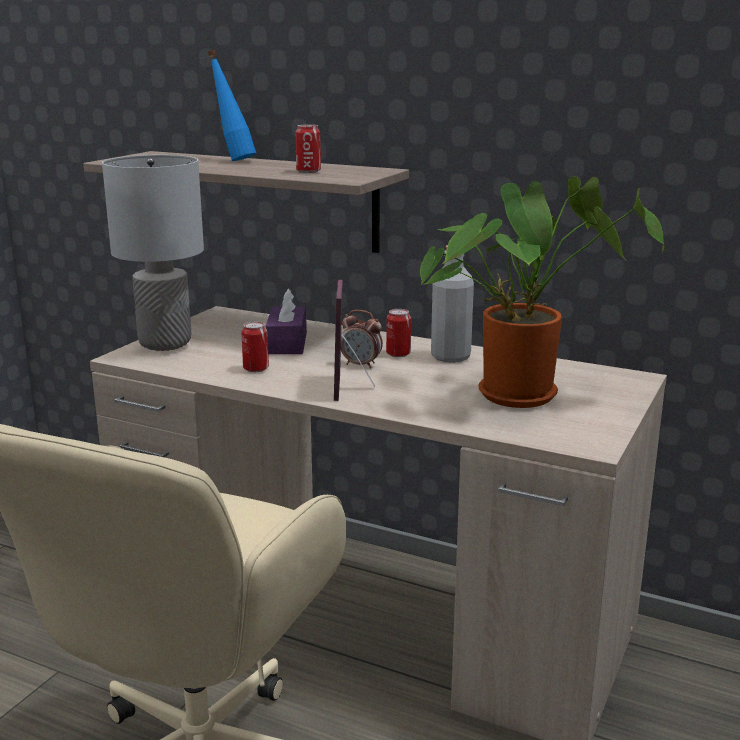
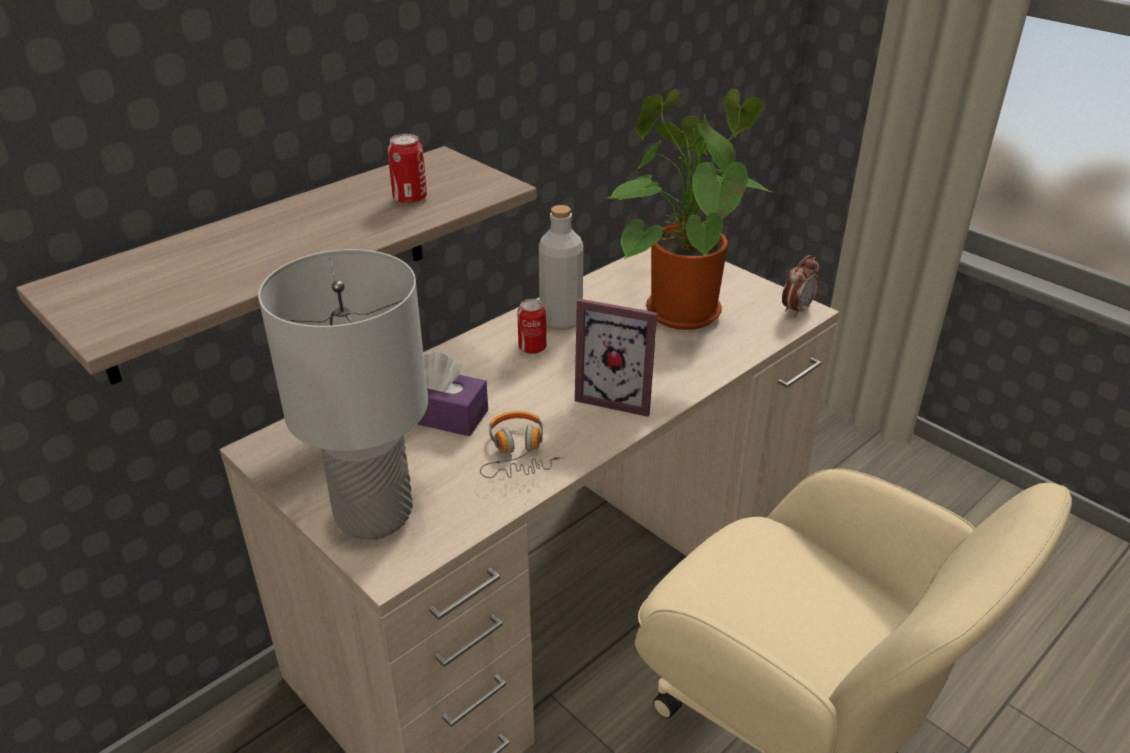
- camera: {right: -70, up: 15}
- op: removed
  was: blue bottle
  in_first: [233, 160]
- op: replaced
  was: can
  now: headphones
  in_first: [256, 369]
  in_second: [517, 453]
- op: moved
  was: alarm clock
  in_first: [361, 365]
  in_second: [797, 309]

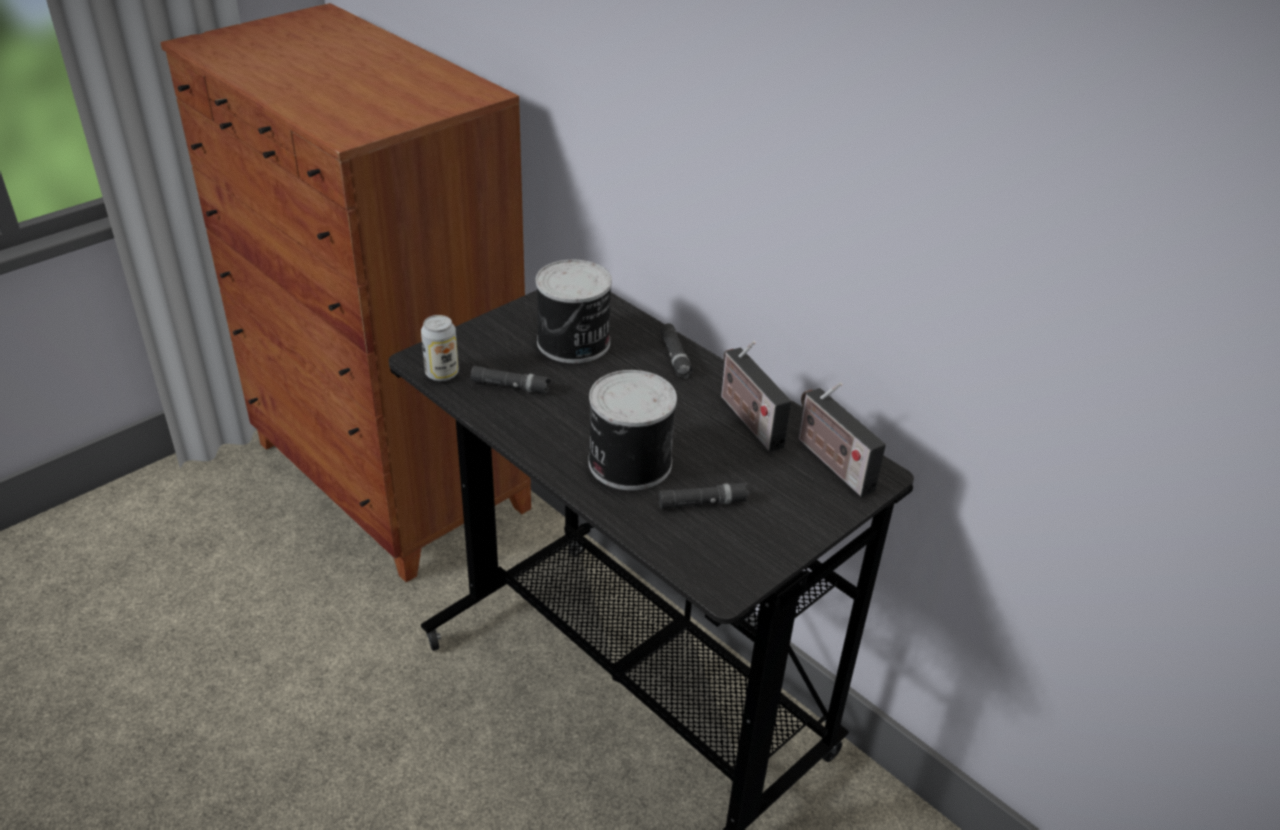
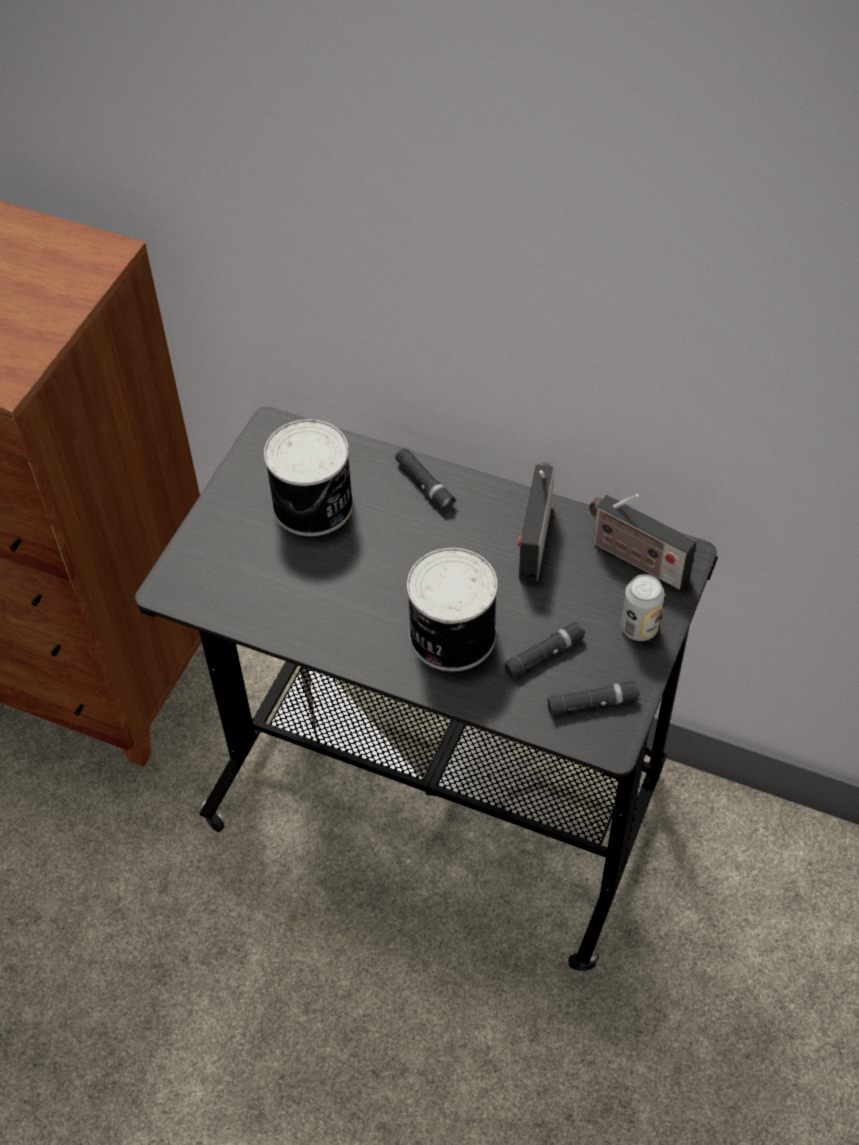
- camera: {right: -20, up: 15}
- op: moved
  was: can
  in_first: [442, 374]
  in_second: [639, 628]
- op: moved
  was: black flashlight
  in_first: [510, 386]
  in_second: [592, 703]
- op: turned
  was: radio
  in_first: [747, 419]
  in_second: [534, 537]
  clockwise: 60

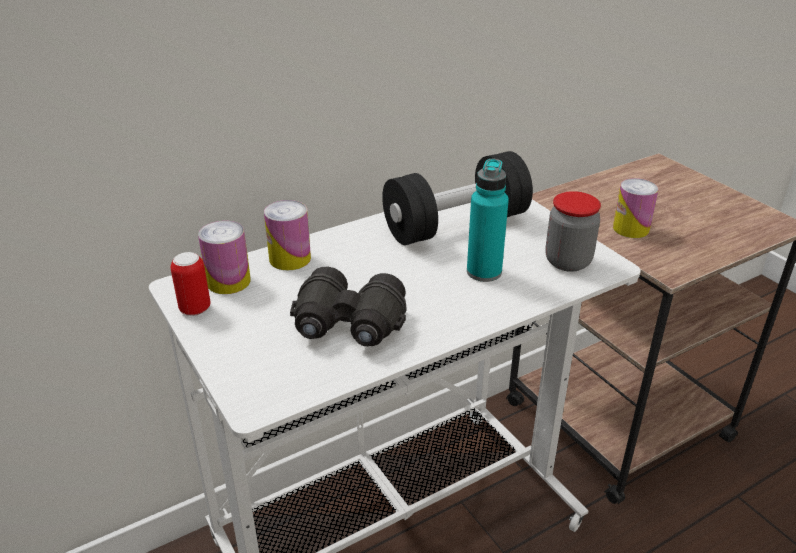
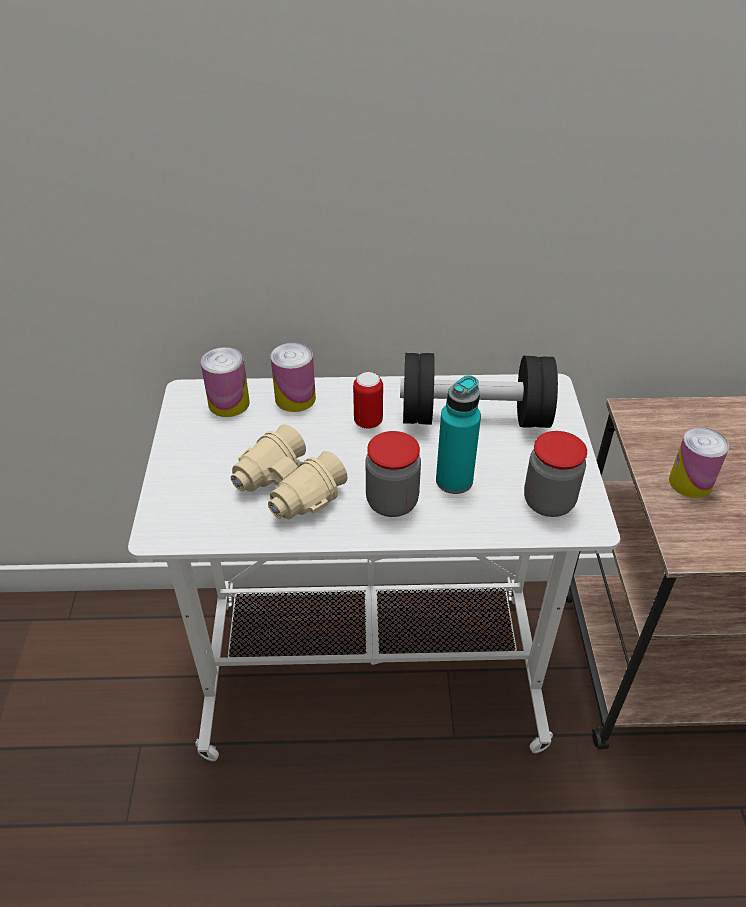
- camera: {right: 30, up: 10}
- op: moved
  was: can
  in_first: [195, 309]
  in_second: [368, 421]
- op: recoloured
  was: black binoculars
  now: beige binoculars
  in_first: [349, 326]
  in_second: [287, 489]
- op: added
  now: jar
  in_second: [392, 502]

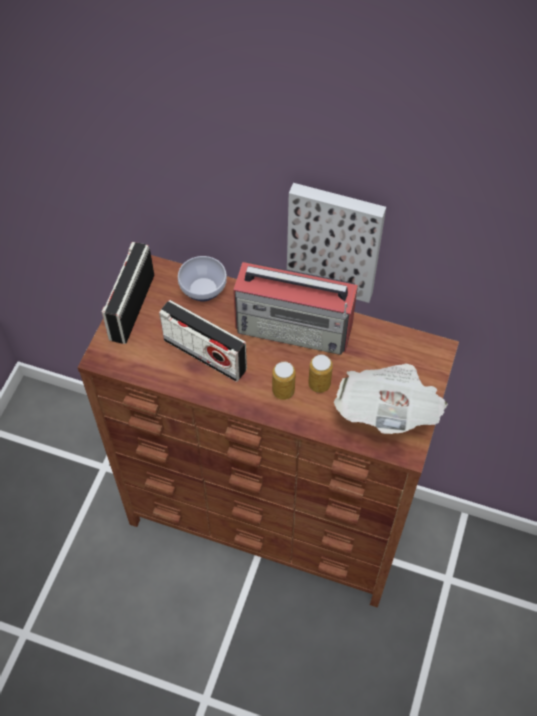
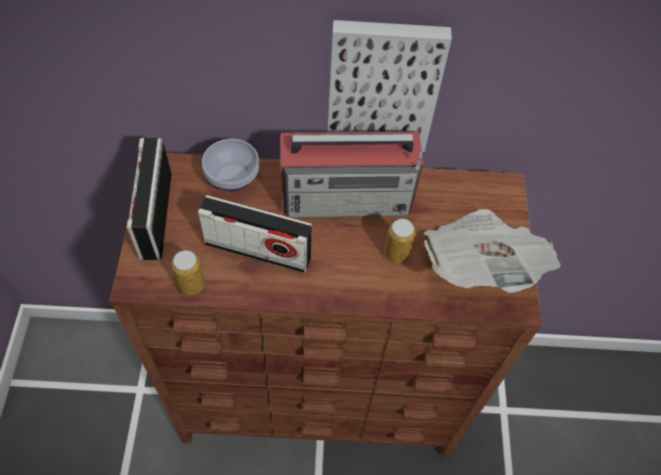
- camera: {right: -20, up: 0}
- op: moved
  was: can
  in_first: [283, 391]
  in_second: [191, 285]

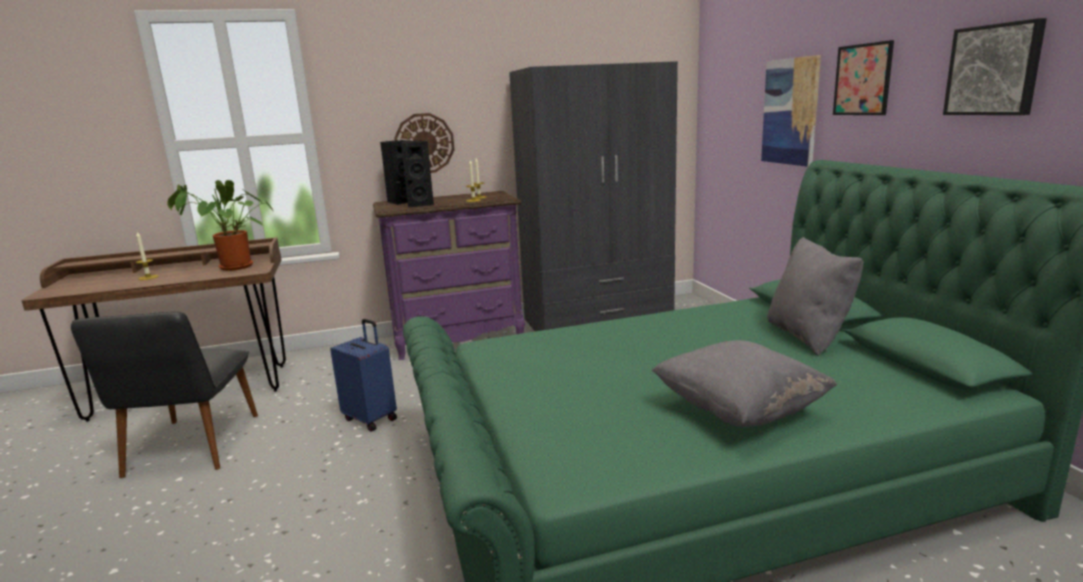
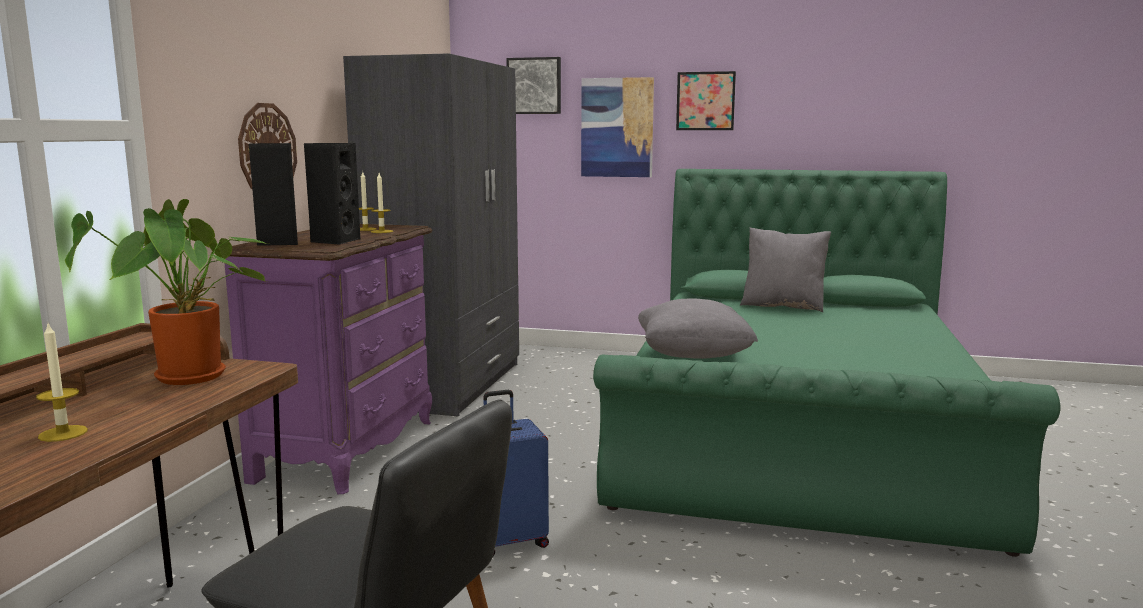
- camera: {right: -60, up: -5}
- op: moved
  was: grey pillow
  in_first: [738, 411]
  in_second: [693, 356]
- op: moved
  was: picture
  in_first: [994, 70]
  in_second: [534, 86]

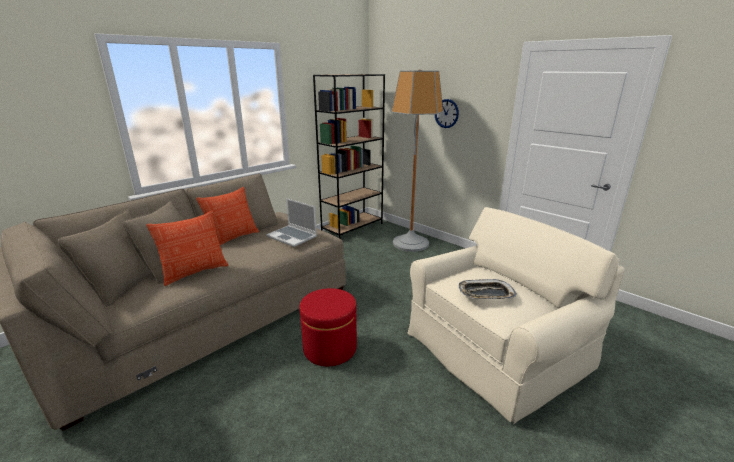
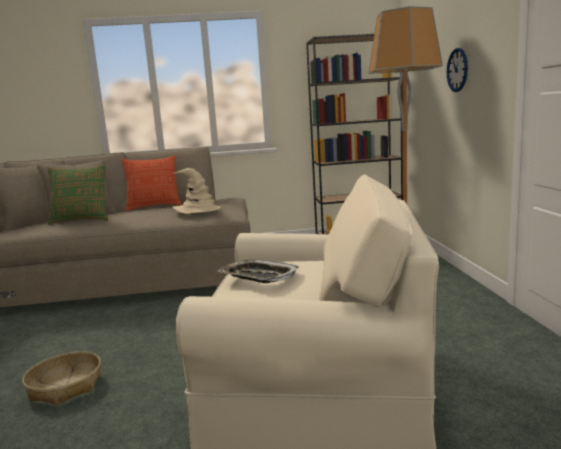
- camera: {right: 40, up: -10}
- op: recoloured
  was: orange pillow
  now: green pillow
  in_first: [195, 272]
  in_second: [81, 221]
- op: replaced
  was: laptop
  now: beige hat
  in_first: [293, 237]
  in_second: [197, 210]
- op: removed
  was: red ottoman
  in_first: [330, 348]
- op: added
  now: basket
  in_second: [65, 387]

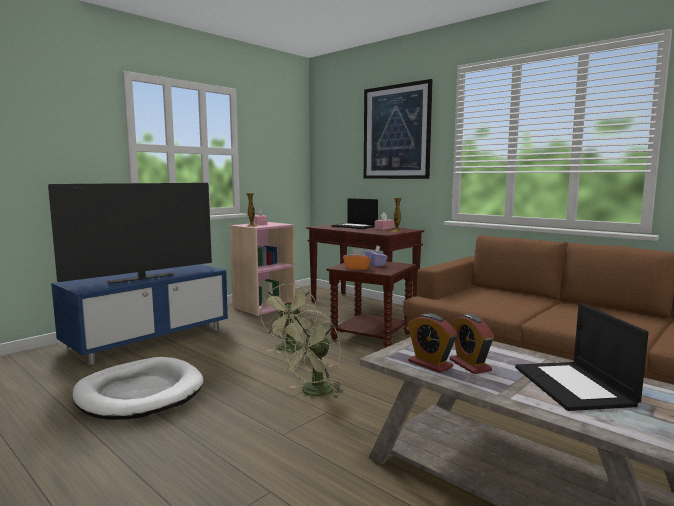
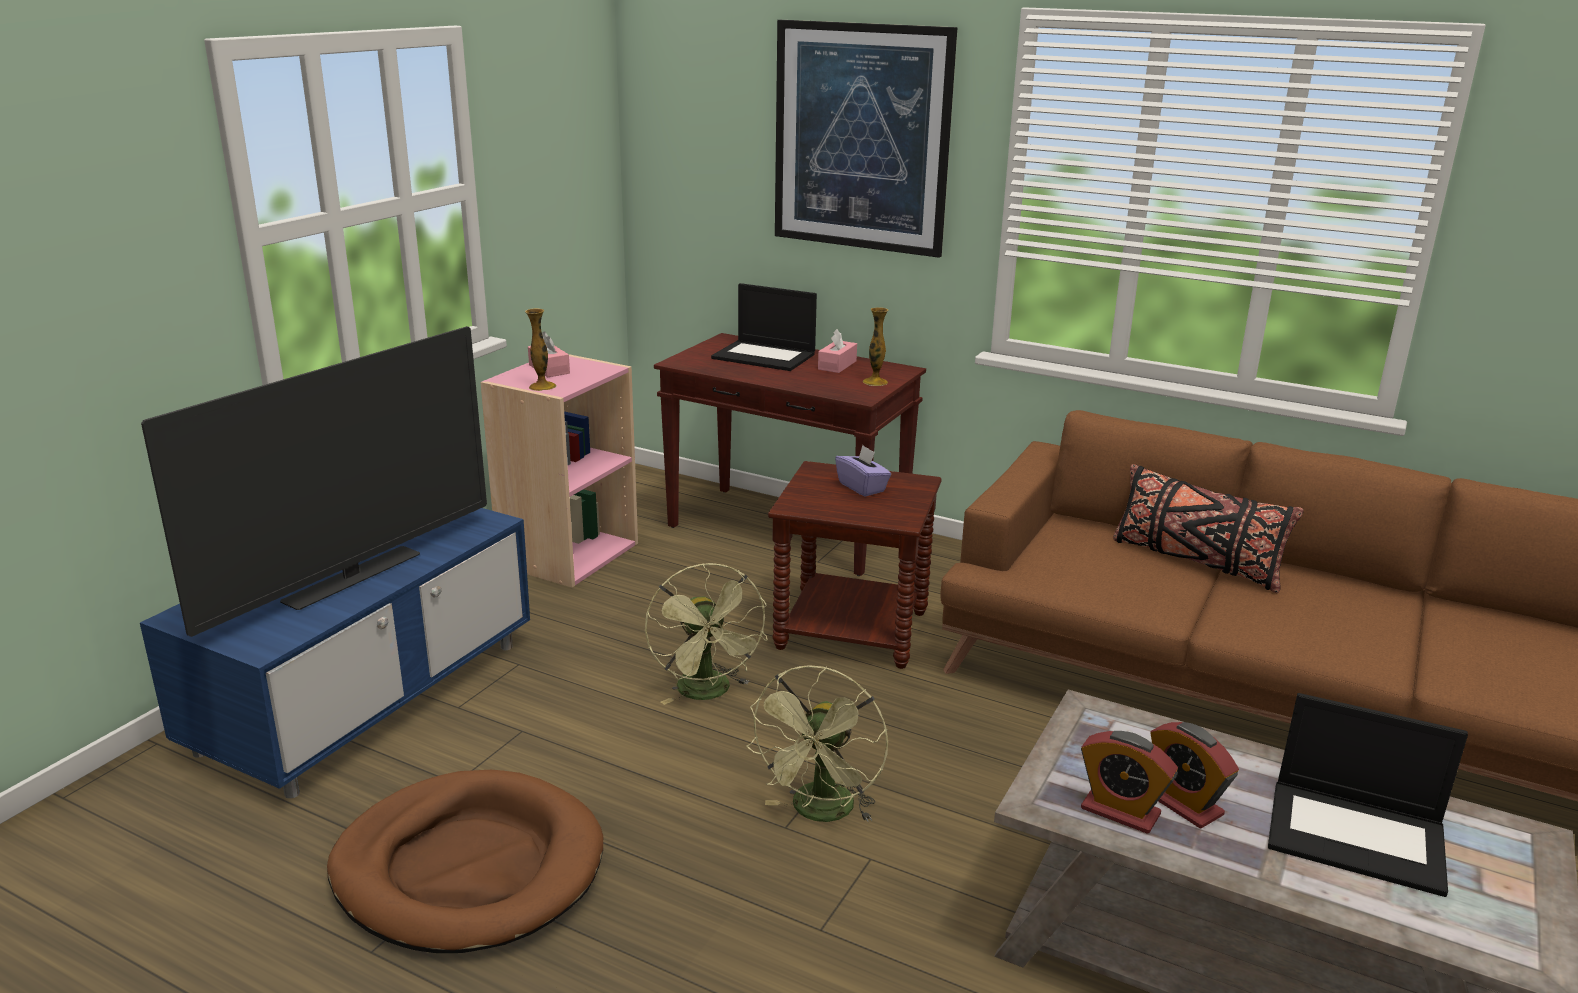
- camera: {right: -15, up: 15}
- op: recoloured
  was: white dog bed
  now: brown dog bed
  in_first: [139, 393]
  in_second: [469, 868]
- op: removed
  was: orange tissue box
  in_first: [357, 268]
- op: turned
  was: laptop
  in_first: [574, 386]
  in_second: [1358, 836]
  clockwise: -45
- op: added
  now: black pillow
  in_second: [1195, 561]

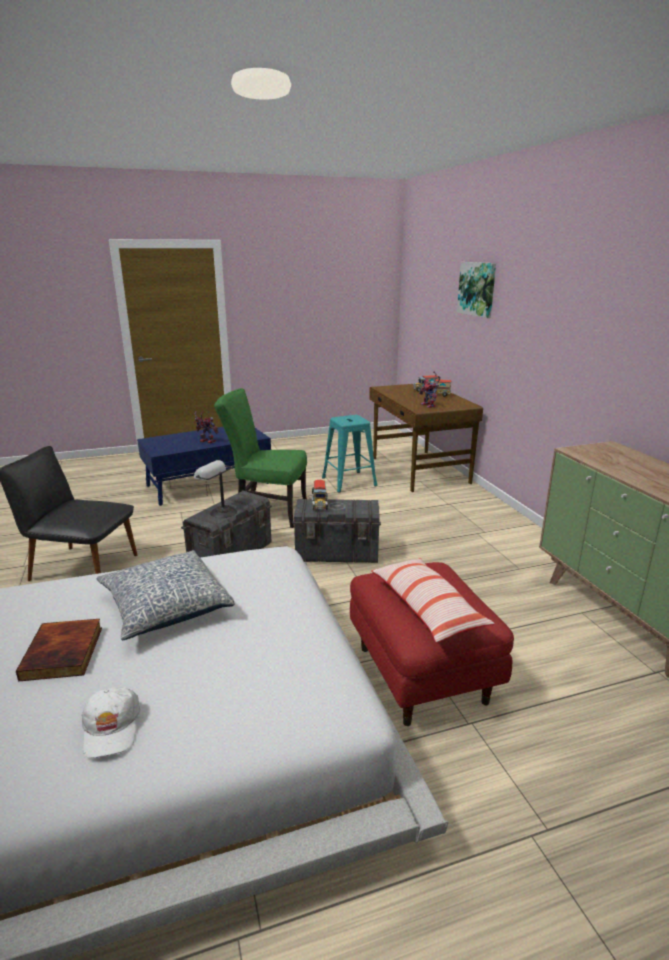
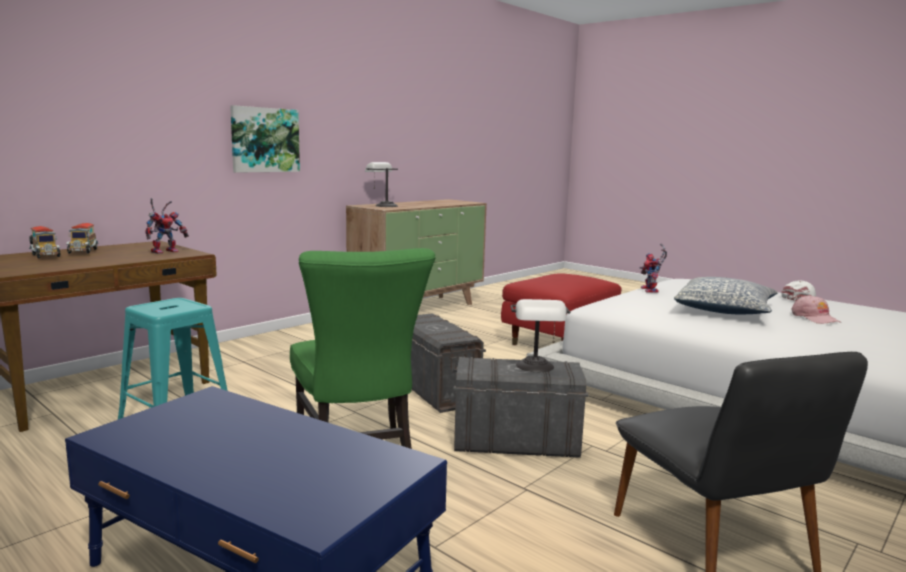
- camera: {right: -120, up: -10}
- op: replaced
  was: book
  now: pink cap
  in_first: [64, 653]
  in_second: [815, 318]
- op: moved
  was: toy robot
  in_first: [206, 441]
  in_second: [651, 290]
- op: removed
  was: toy truck
  in_first: [319, 505]
- op: removed
  was: pillow
  in_first: [426, 608]
- op: moved
  was: picture
  in_first: [477, 289]
  in_second: [264, 140]
- op: added
  now: table lamp
  in_second: [382, 205]

